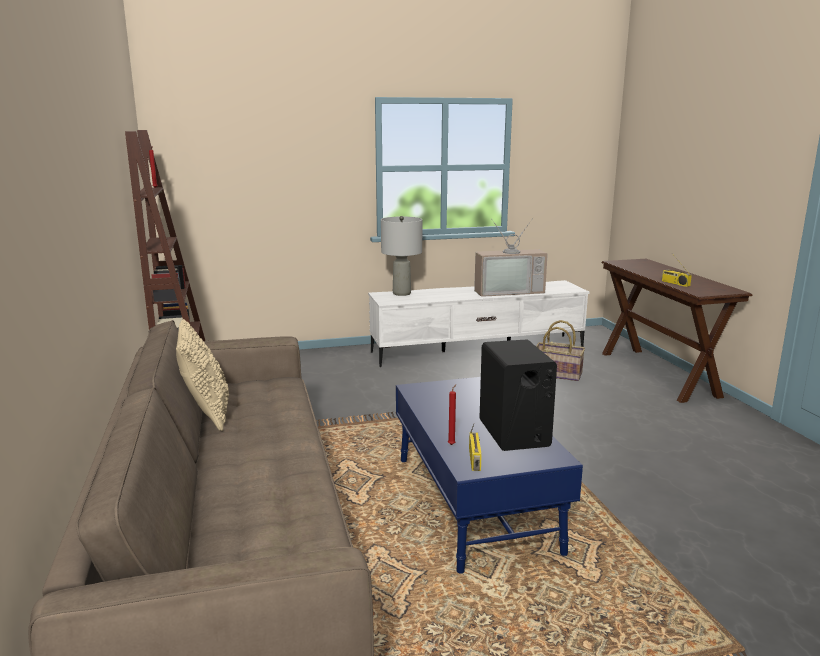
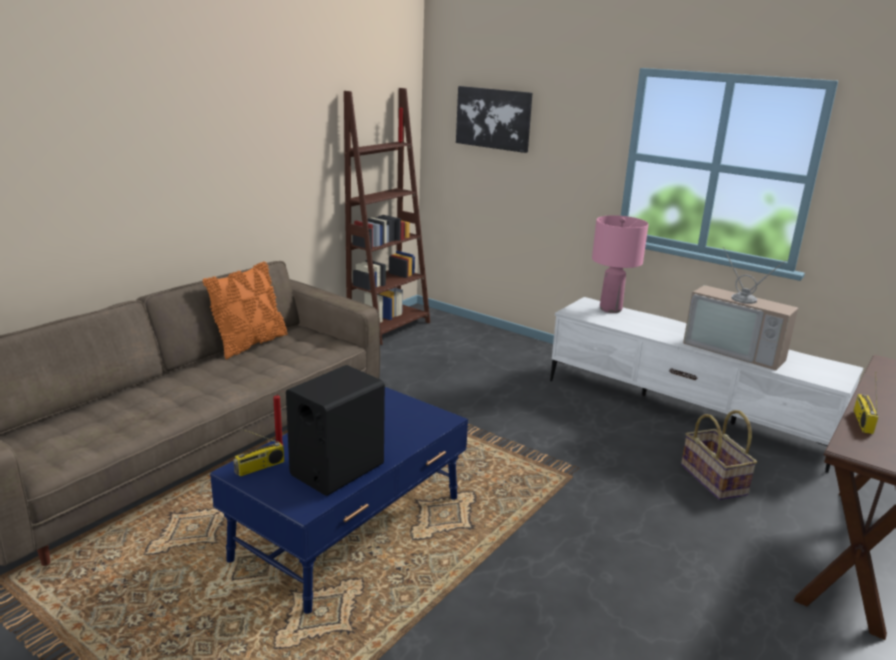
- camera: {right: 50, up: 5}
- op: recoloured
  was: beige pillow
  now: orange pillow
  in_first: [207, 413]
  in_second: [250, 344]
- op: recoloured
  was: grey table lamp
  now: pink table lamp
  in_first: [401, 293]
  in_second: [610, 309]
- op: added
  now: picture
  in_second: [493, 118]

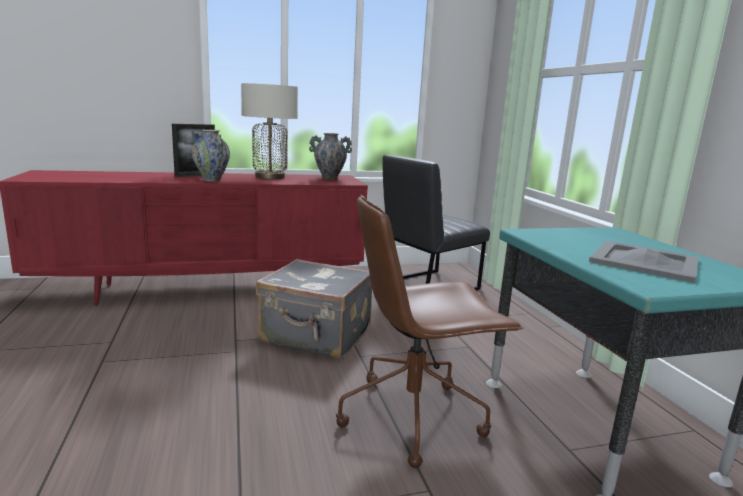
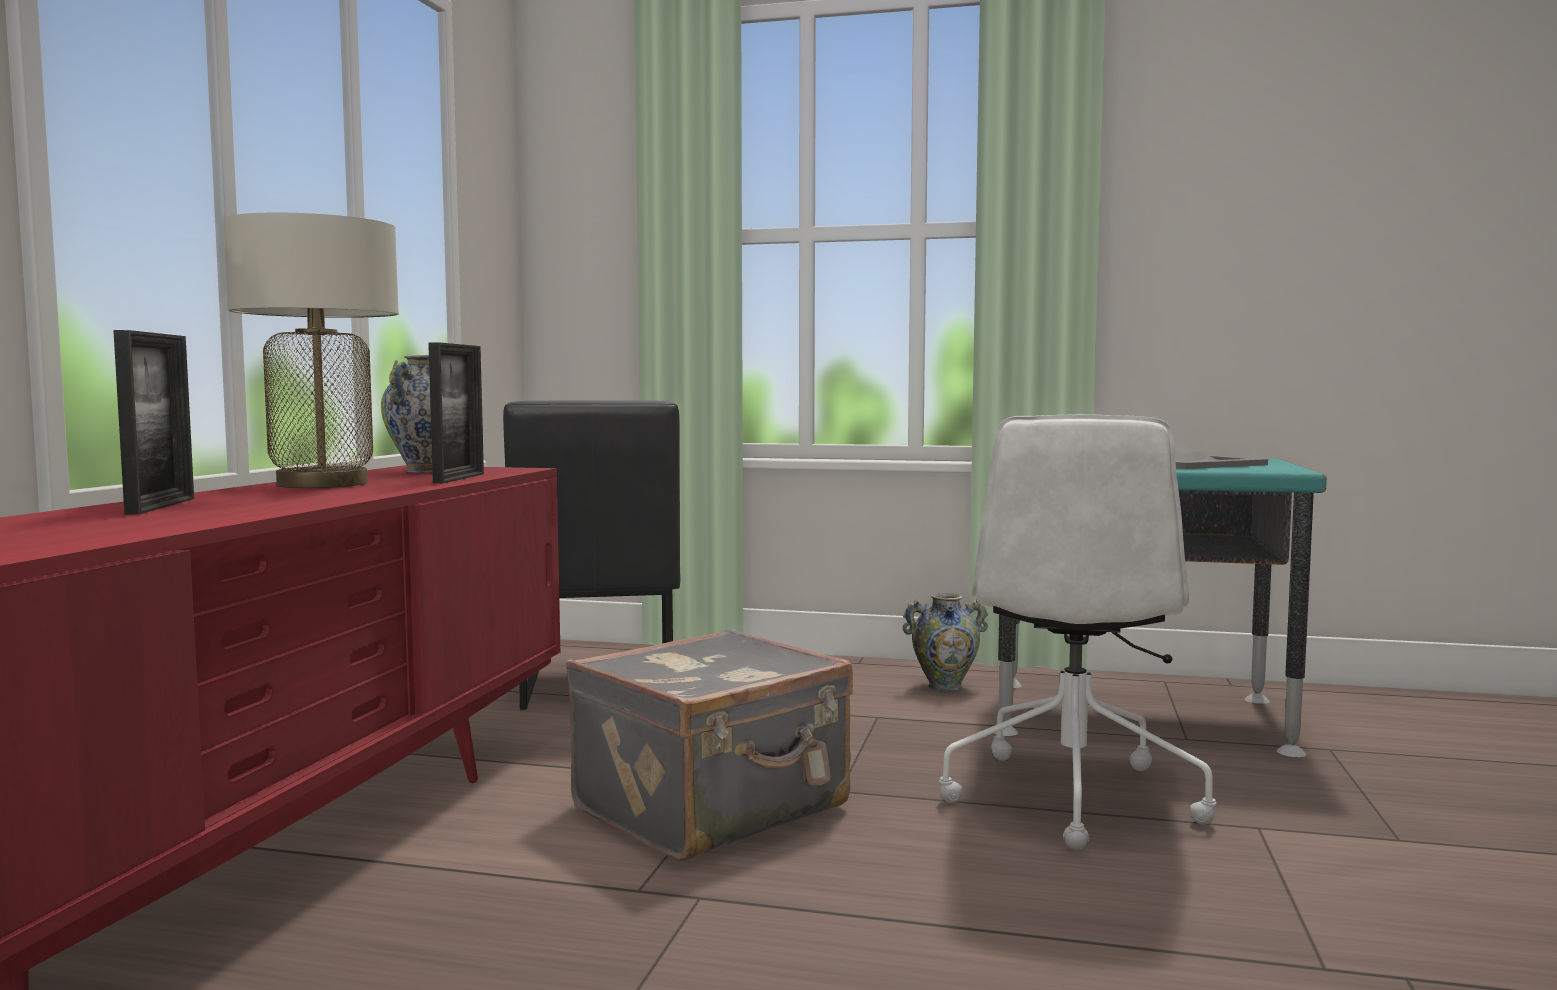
- camera: {right: -60, up: -10}
- op: moved
  was: vase
  in_first: [212, 180]
  in_second: [945, 686]
- op: recoloured
  was: brown office chair
  now: white office chair
  in_first: [418, 416]
  in_second: [1071, 794]
- op: added
  now: picture frame
  in_second: [459, 478]

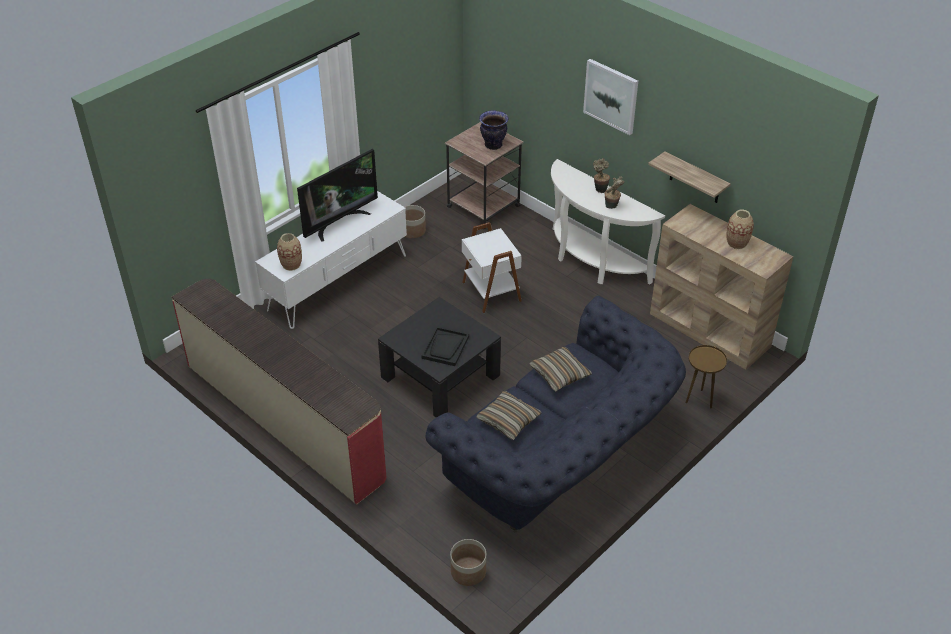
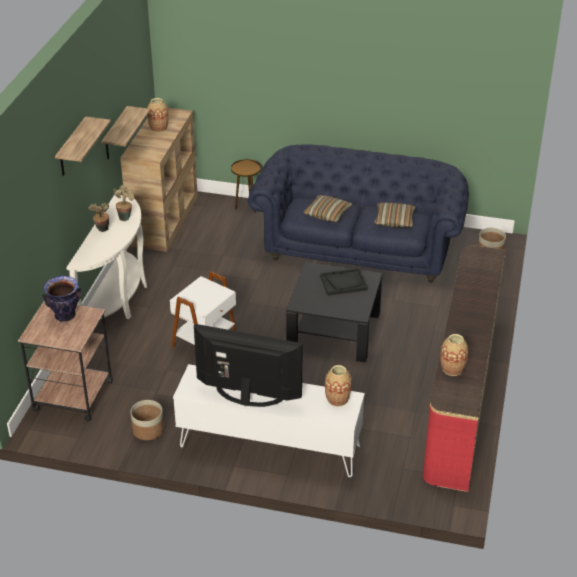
- camera: {right: -120, up: -5}
- op: replaced
  was: picture
  now: shelf
  in_first: [611, 96]
  in_second: [72, 148]
- op: added
  now: vase
  in_second: [452, 369]

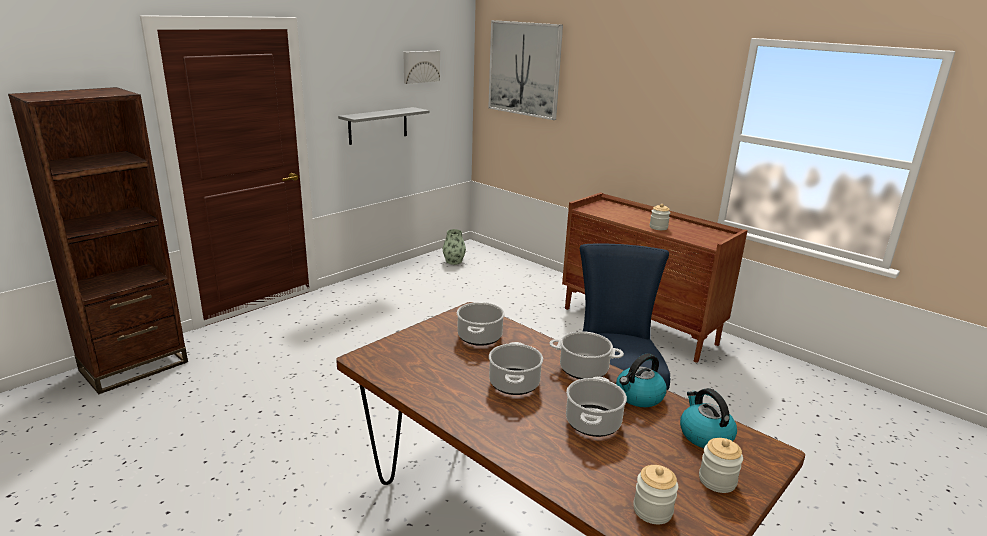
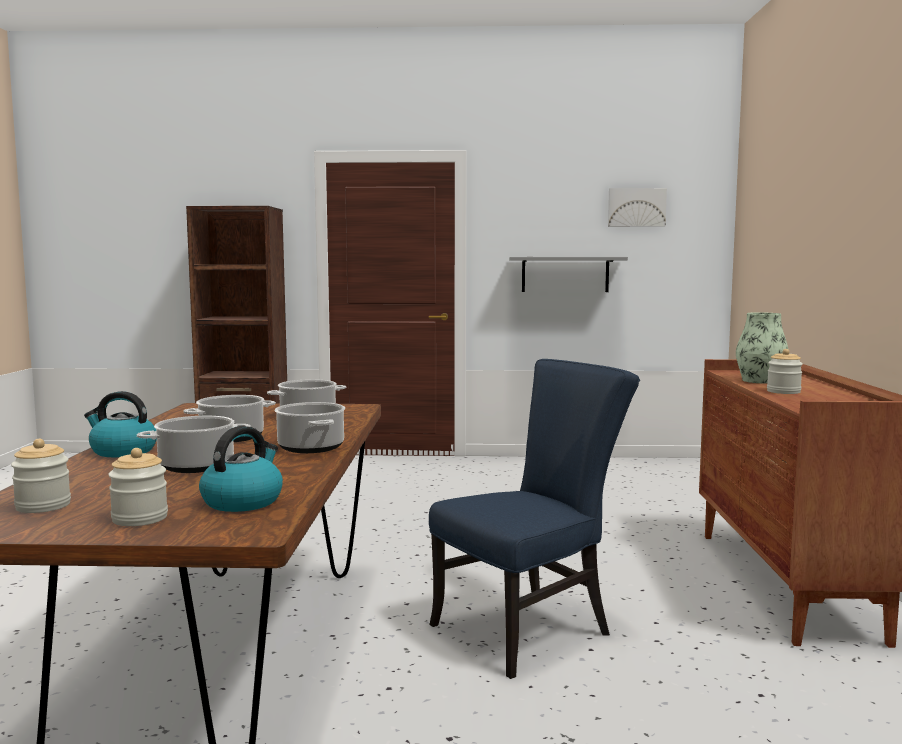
- camera: {right: 50, up: -15}
- op: moved
  was: vase
  in_first: [454, 261]
  in_second: [760, 381]
- op: removed
  was: picture
  in_first: [524, 69]
- op: moved
  was: kettle
  in_first: [639, 396]
  in_second: [122, 451]

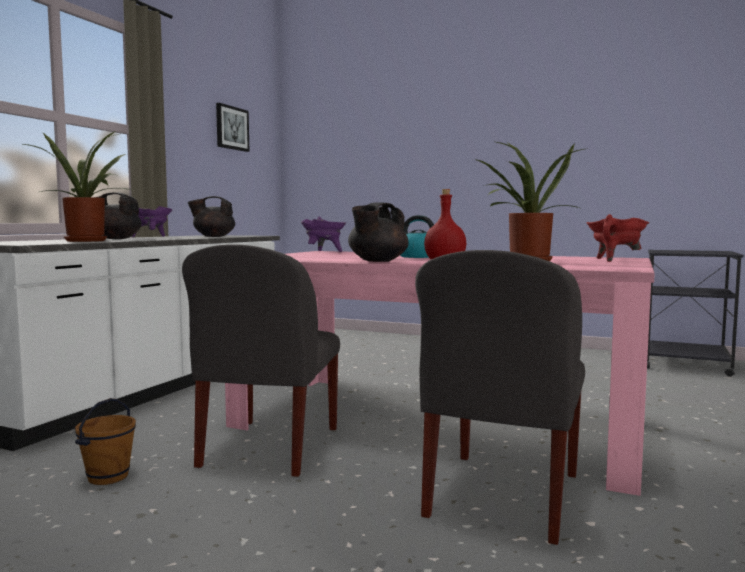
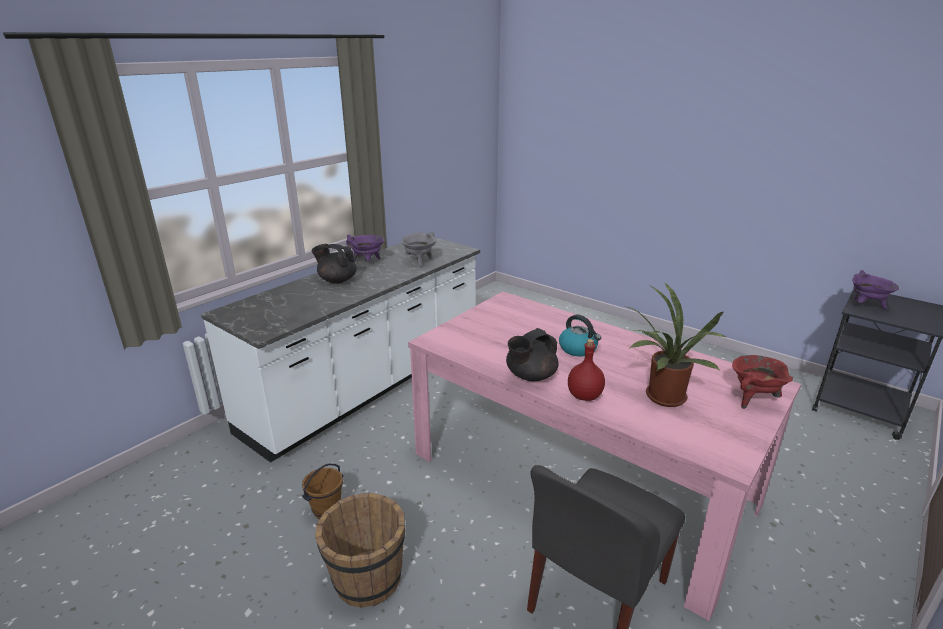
- camera: {right: 15, up: 20}
- op: removed
  was: potted plant
  in_first: [87, 241]
- op: removed
  was: grey chair
  in_first: [268, 448]
- op: replaced
  was: black teapot
  now: grey cooking pot
  in_first: [213, 236]
  in_second: [419, 262]
- op: removed
  was: picture
  in_first: [231, 128]
- op: moved
  was: purple cooking pot
  in_first: [324, 251]
  in_second: [866, 306]
- op: added
  now: brown bucket
  in_second: [367, 578]

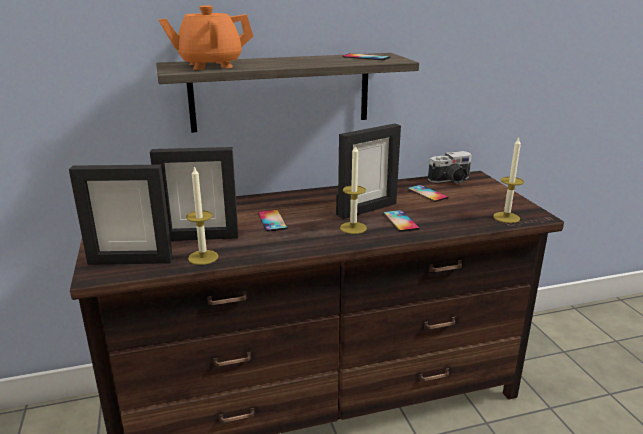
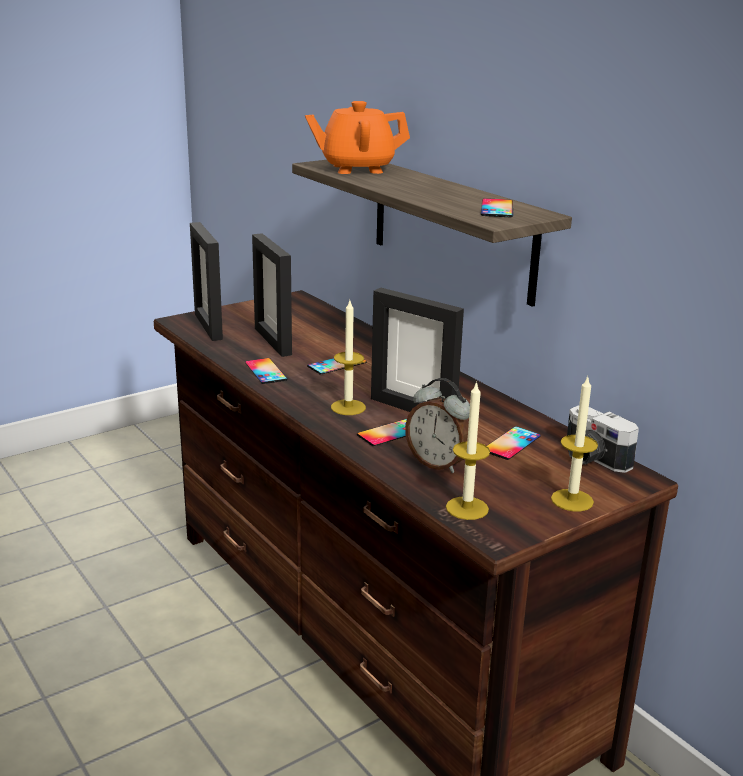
- camera: {right: 70, up: 0}
- op: turned
  was: orange teapot
  in_first: [210, 65]
  in_second: [357, 169]
  clockwise: -60
- op: moved
  was: candle
  in_first: [203, 257]
  in_second: [572, 500]
- op: added
  now: phone
  in_second: [266, 371]
- op: added
  now: alarm clock
  in_second: [438, 464]

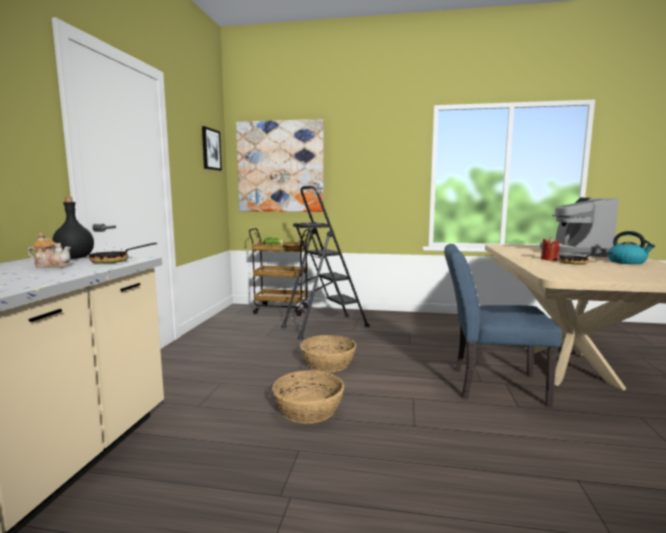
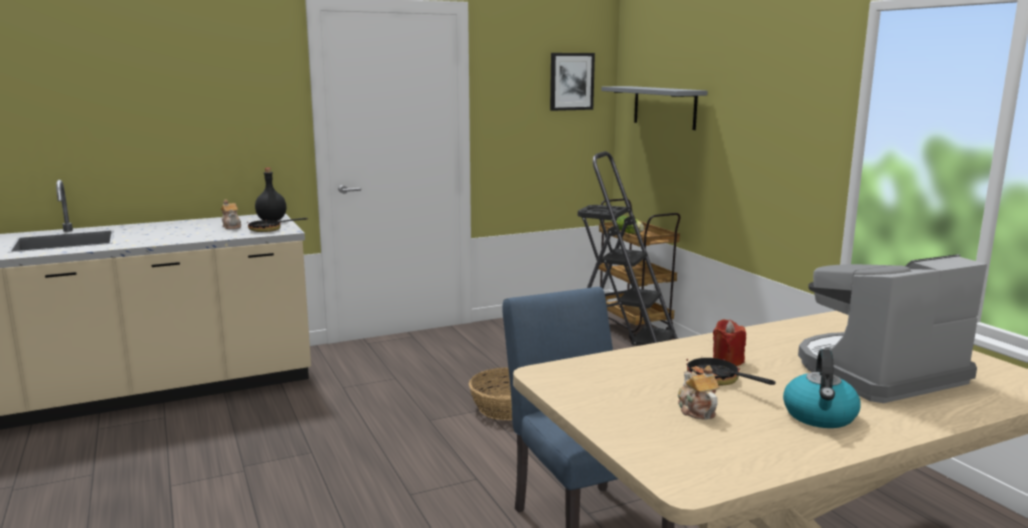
- camera: {right: 55, up: 5}
- op: replaced
  was: picture
  now: grey shelf
  in_first: [280, 167]
  in_second: [664, 107]
- op: removed
  was: basket
  in_first: [309, 409]
- op: added
  now: teapot
  in_second: [696, 410]

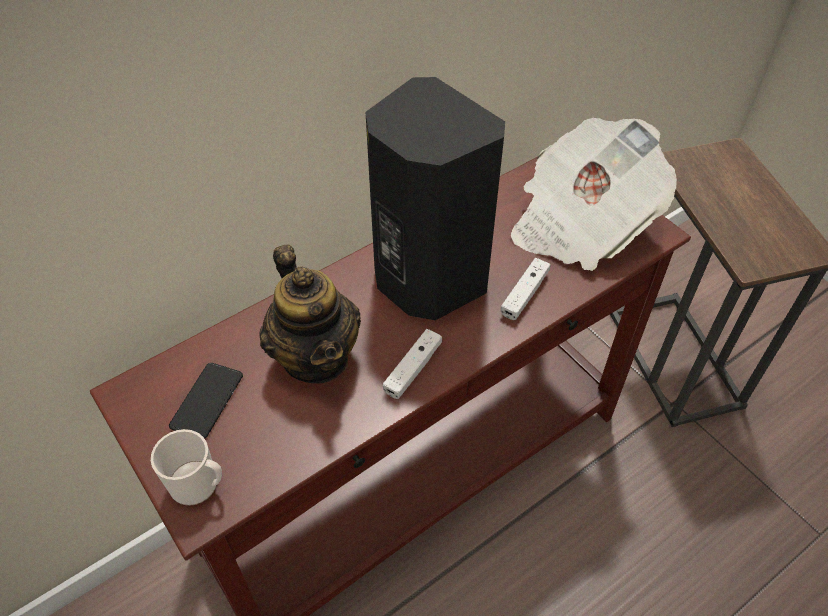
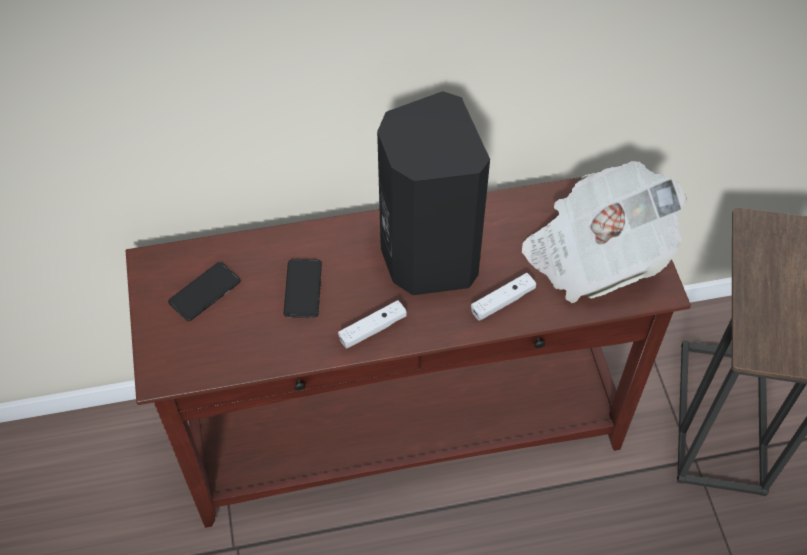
- camera: {right: 25, up: 5}
- op: removed
  was: mug
  in_first: [199, 485]
- op: replaced
  was: teapot
  now: phone
  in_first: [316, 357]
  in_second: [303, 289]

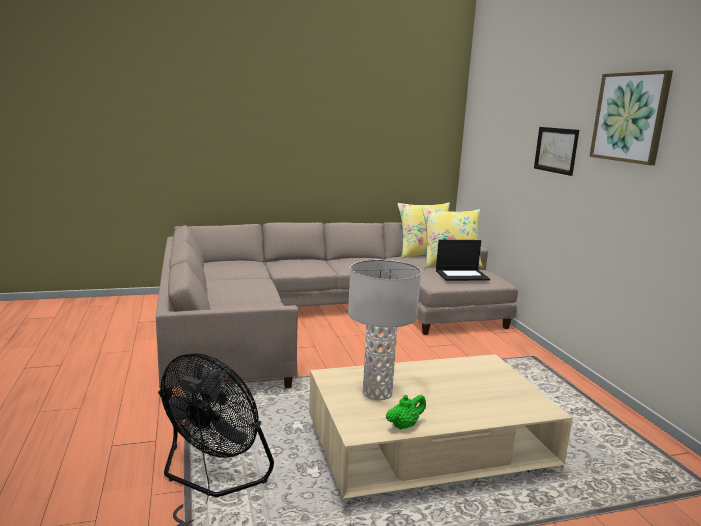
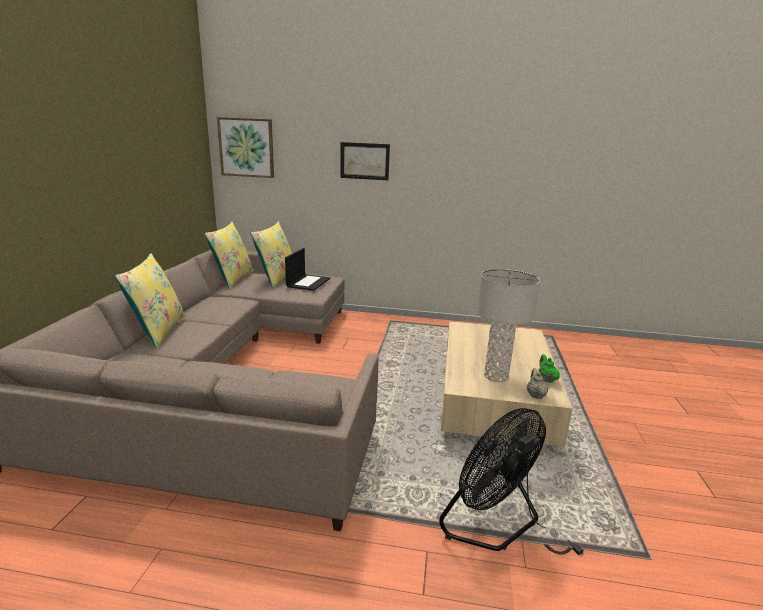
- camera: {right: -65, up: 5}
- op: moved
  was: picture
  in_first: [630, 117]
  in_second: [246, 147]
- op: added
  now: yellow pillow
  in_second: [158, 331]
- op: added
  now: beige teapot
  in_second: [535, 395]

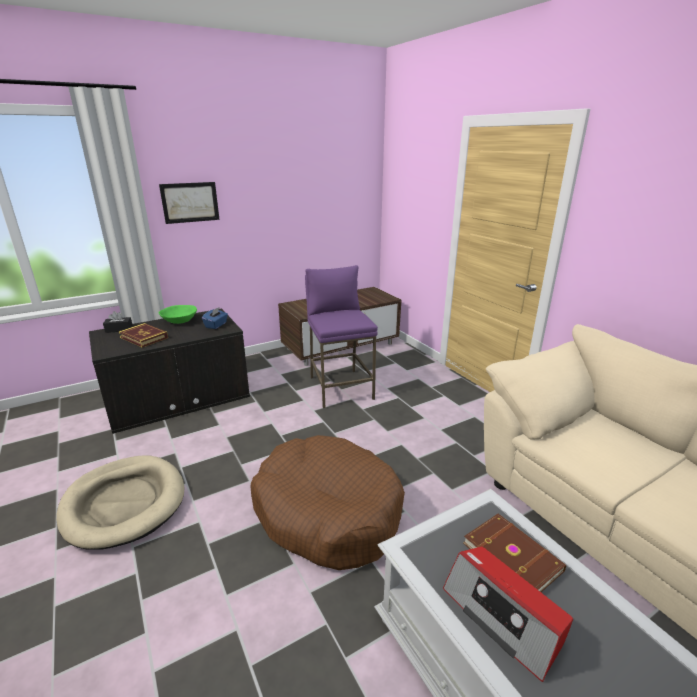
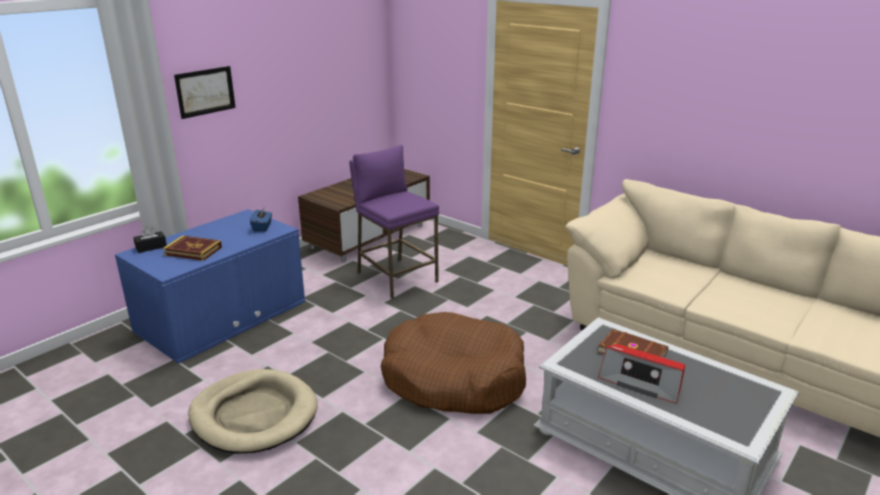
- camera: {right: -20, up: 0}
- op: recoloured
  was: black cabinet
  now: blue cabinet
  in_first: [178, 396]
  in_second: [223, 316]
- op: removed
  was: green bowl
  in_first: [179, 321]

